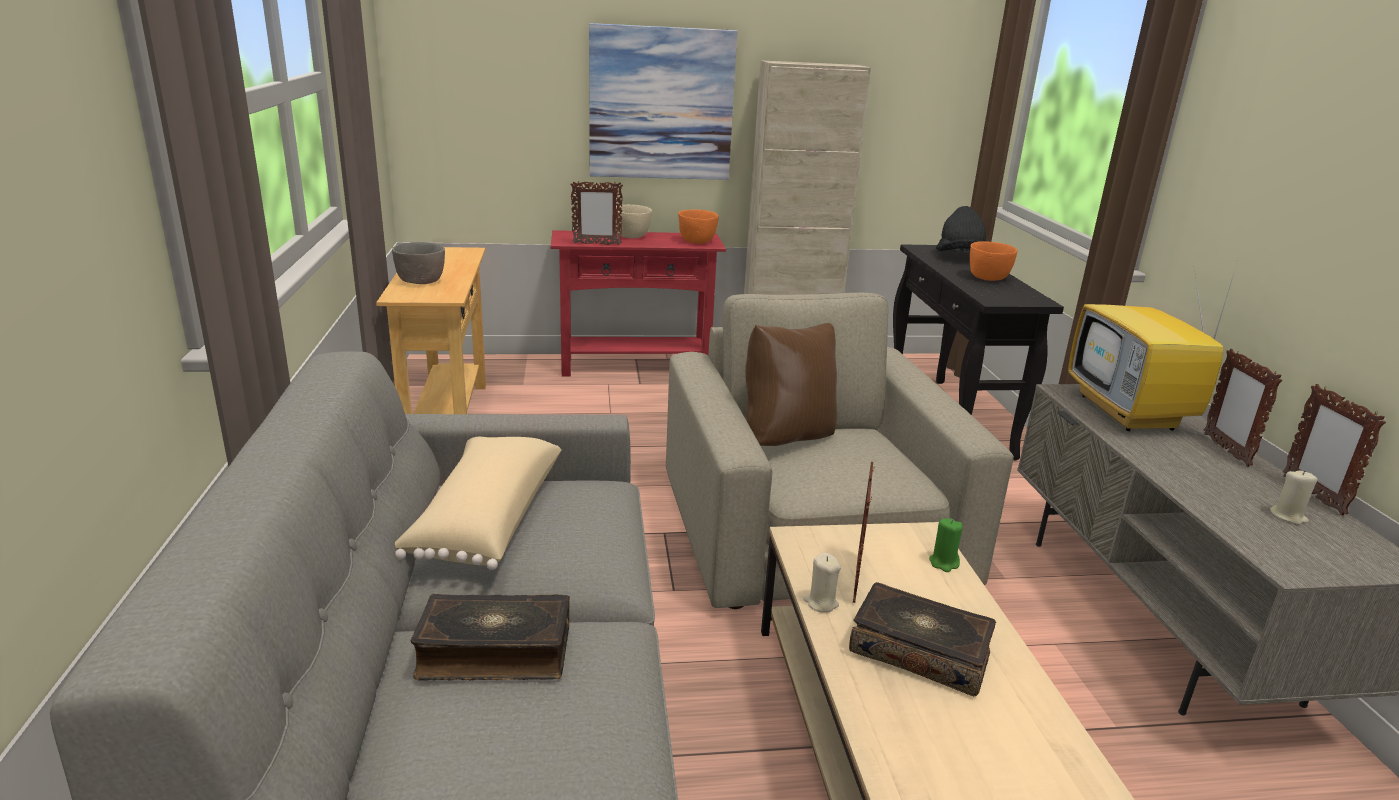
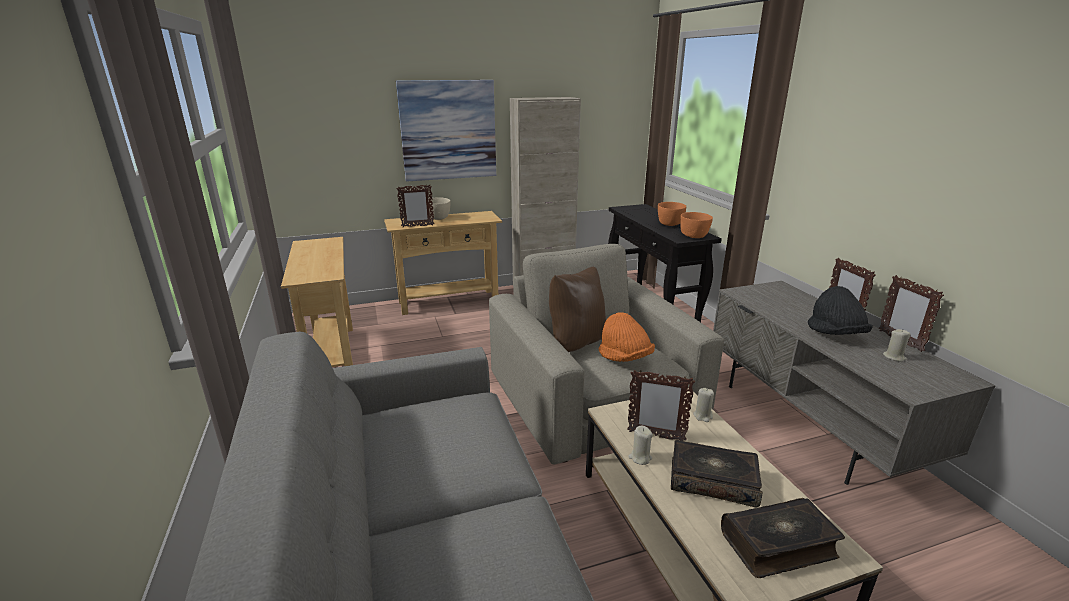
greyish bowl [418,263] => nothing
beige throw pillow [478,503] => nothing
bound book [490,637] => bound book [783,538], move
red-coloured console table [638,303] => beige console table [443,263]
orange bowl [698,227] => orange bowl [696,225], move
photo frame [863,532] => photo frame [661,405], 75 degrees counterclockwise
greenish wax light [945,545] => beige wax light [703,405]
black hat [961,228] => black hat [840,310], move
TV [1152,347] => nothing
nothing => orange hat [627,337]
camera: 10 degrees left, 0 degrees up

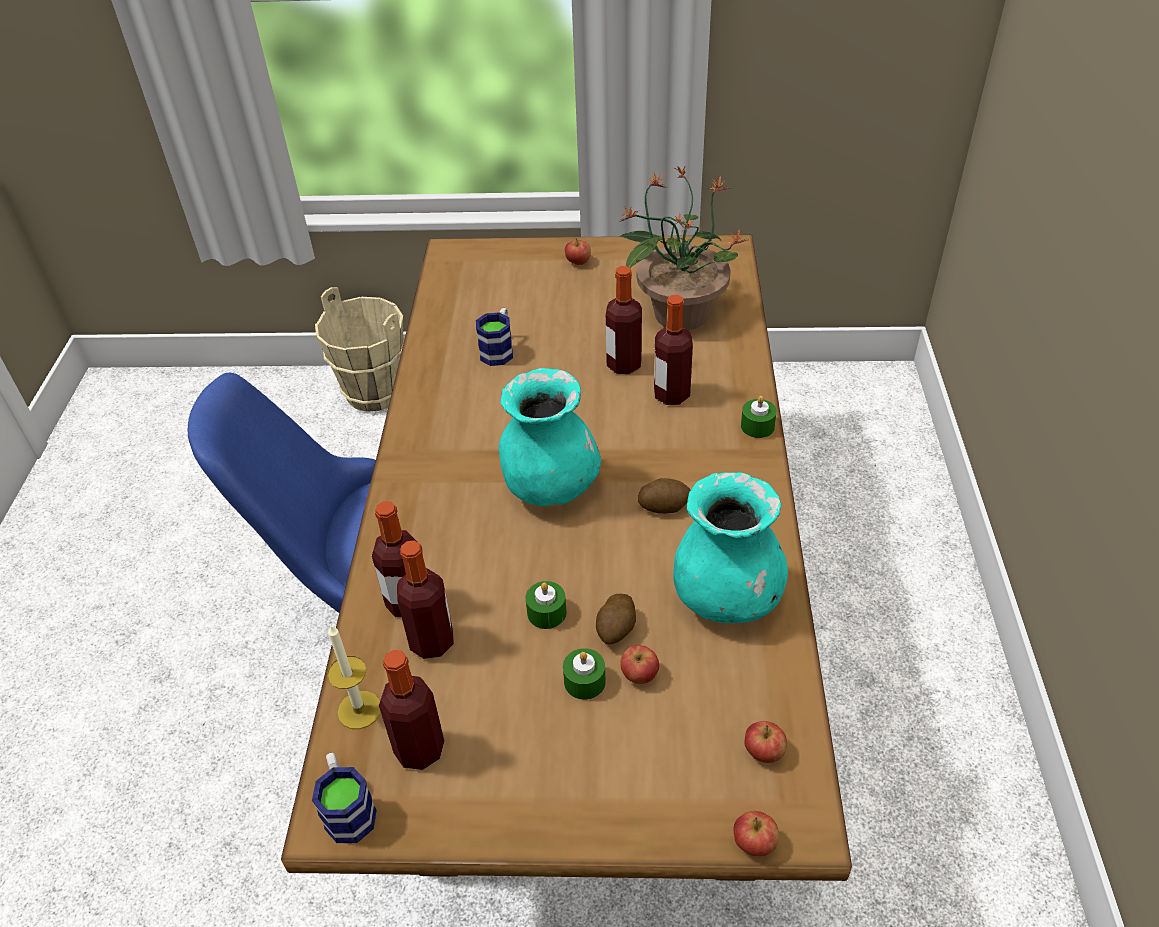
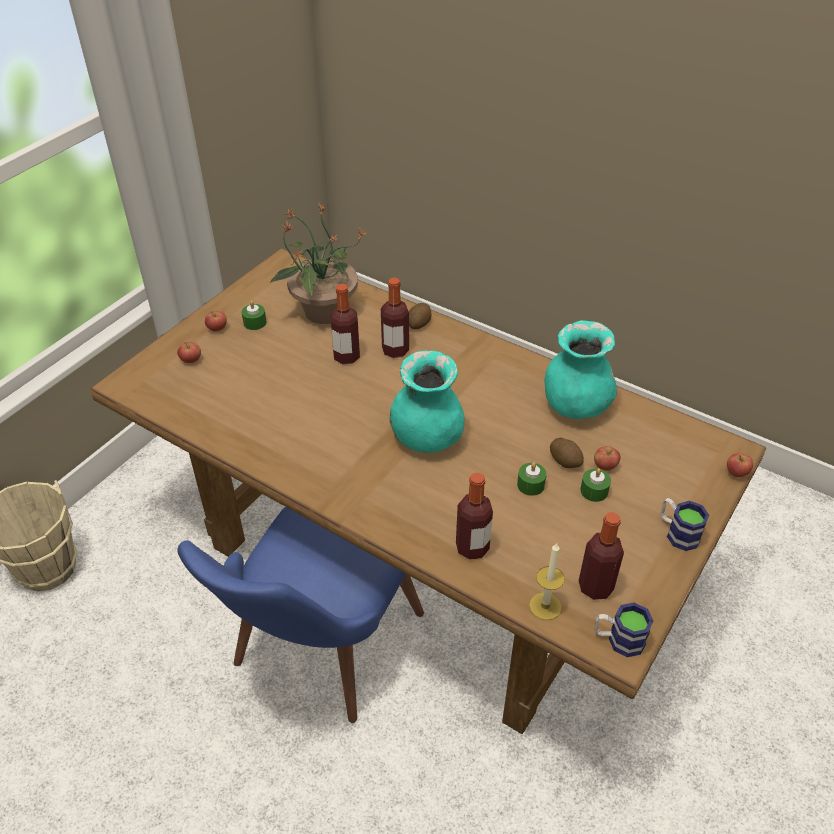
beverage bottle [425,599] => nothing
mug [494,337] => mug [685,524], move
potato [664,496] => potato [420,316], move
greenish wax light [759,417] => greenish wax light [254,315], move
apple fruit [766,742] => apple fruit [189,352], move
camera: 60 degrees left, 0 degrees up

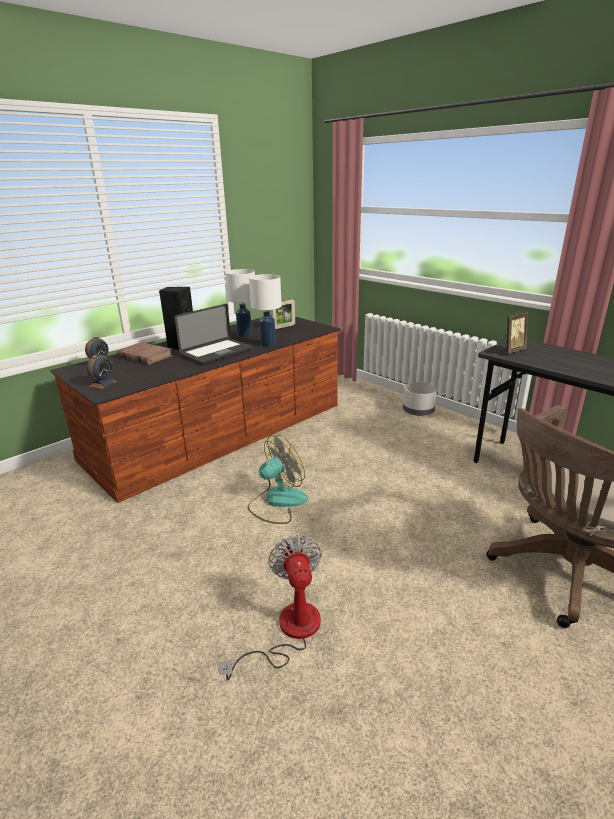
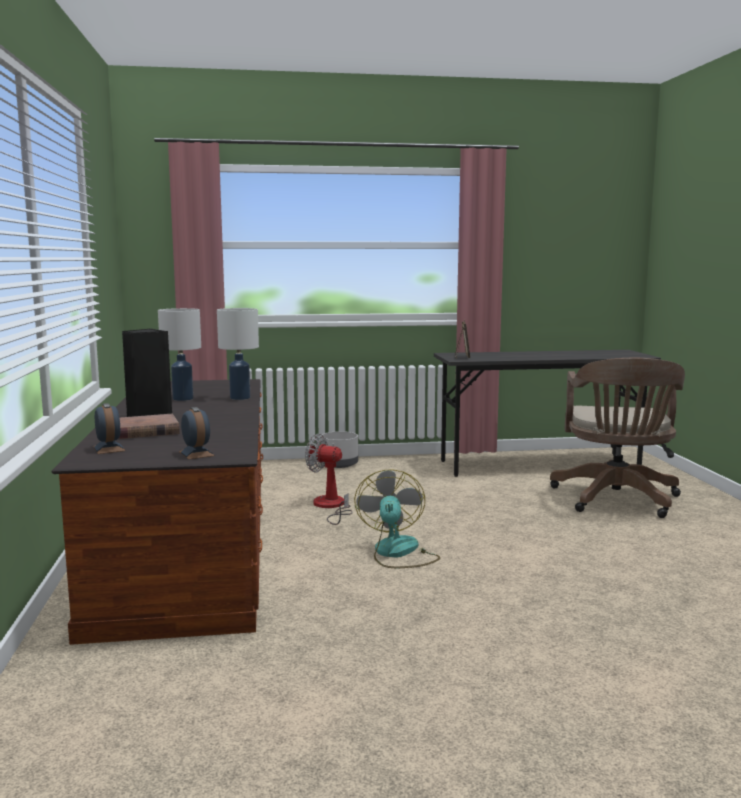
laptop [213,334] => nothing
electric fan [269,607] => electric fan [329,479], move
photo frame [283,314] => nothing
camera: 55 degrees left, 15 degrees down

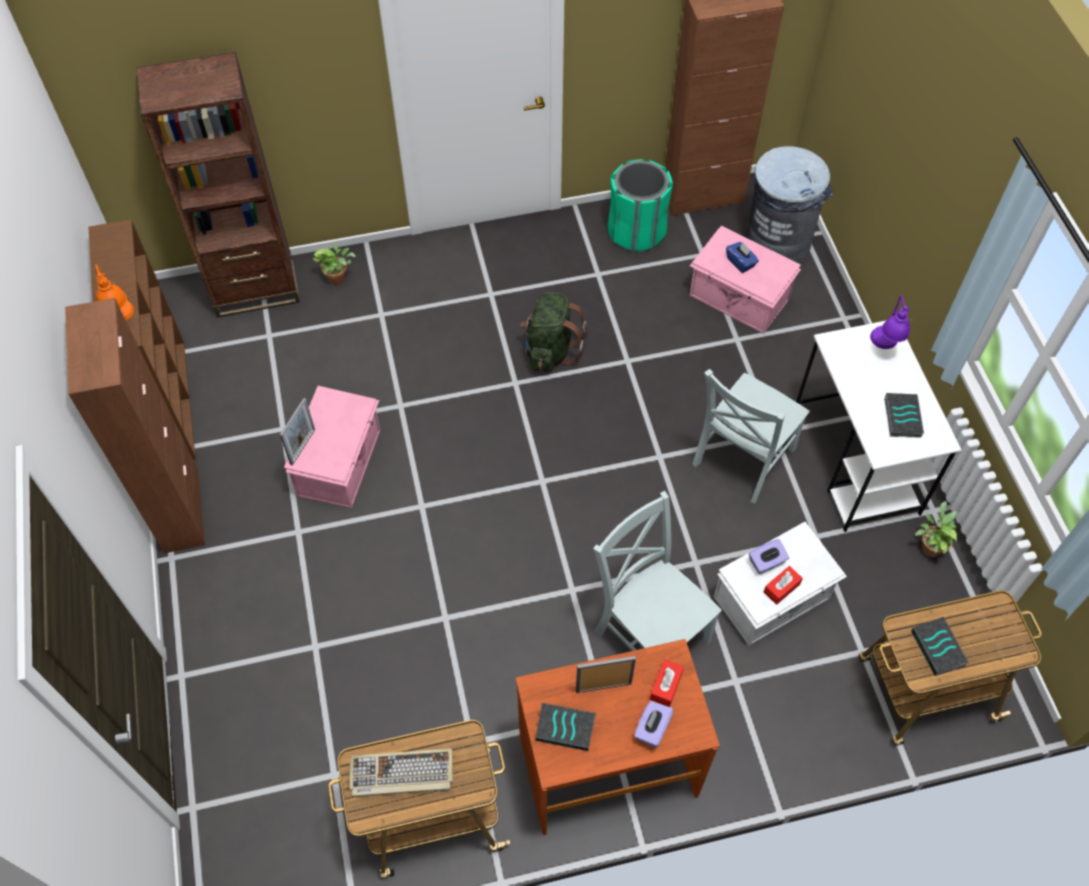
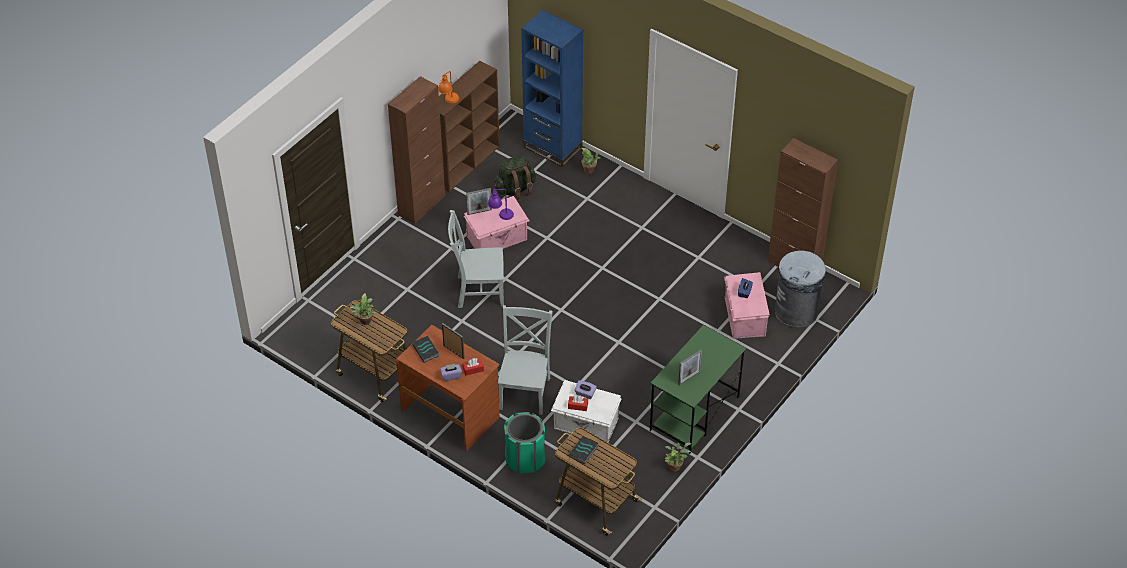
brown-coloured shelving unit [218,185] => bluish shelving unit [552,88]
keyboard [401,772] => potted plant [363,309]
greenish rucksack [554,332] => greenish rucksack [515,177], move
greenish waste bin [640,205] => greenish waste bin [524,443], move
greyish upright chair [751,436] => greyish upright chair [476,259], move
whitish desk [878,426] => greenish desk [698,389]
purplish tabletop lamp [891,322] => purplish tabletop lamp [501,204], move
bound book [904,415] => photo frame [690,367]
camera: 50 degrees right, 10 degrees down

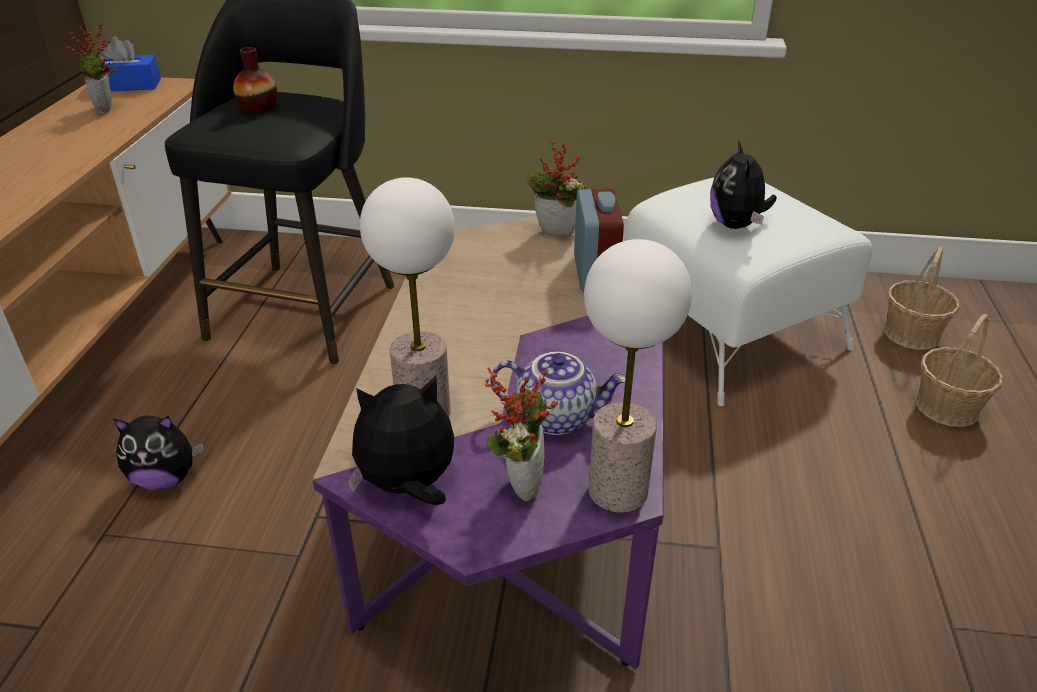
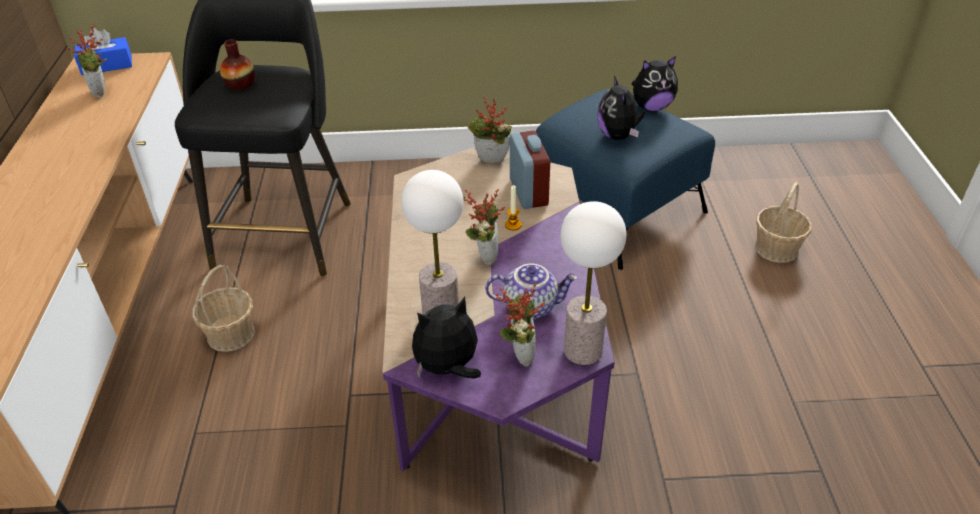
soft toy [158,452] => soft toy [655,83], move
whitish pouffe [749,291] => bluish pouffe [625,179]
household basket [921,298] => household basket [223,308], move
nothing => potted plant [484,227]
nothing => wax light [513,207]
camera: 10 degrees left, 5 degrees up

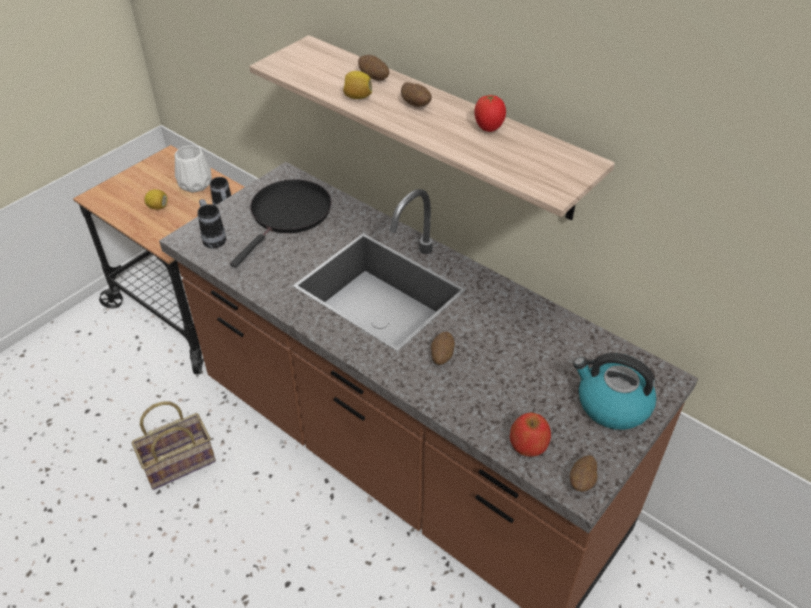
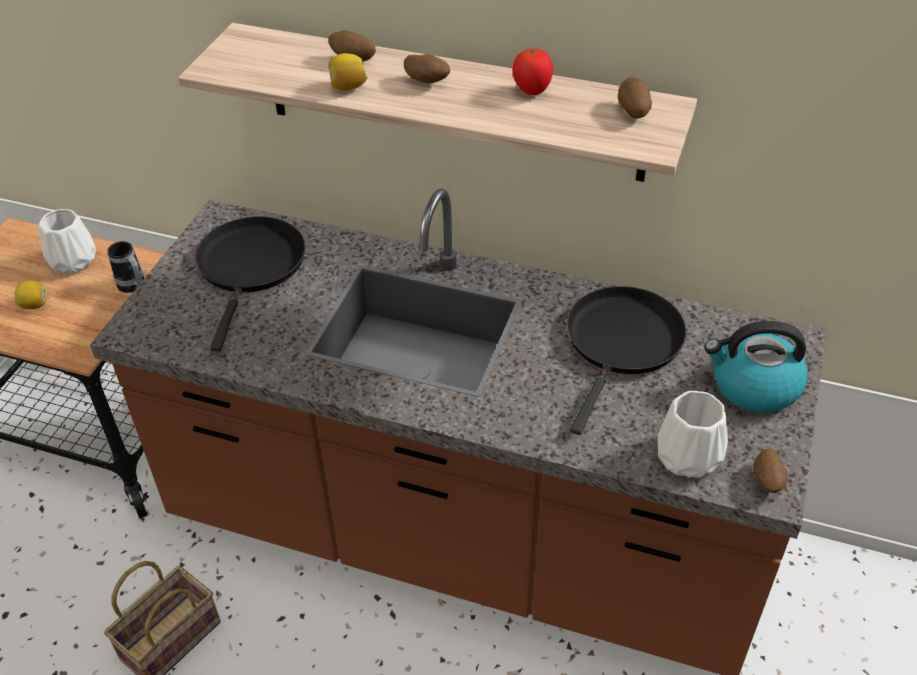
mug [212,224] => nothing
potato [443,348] => potato [635,98], move
apple fruit [530,434] => whitish decorative vase [692,434]
nothing => black pan [627,360]
camera: 20 degrees left, 0 degrees up

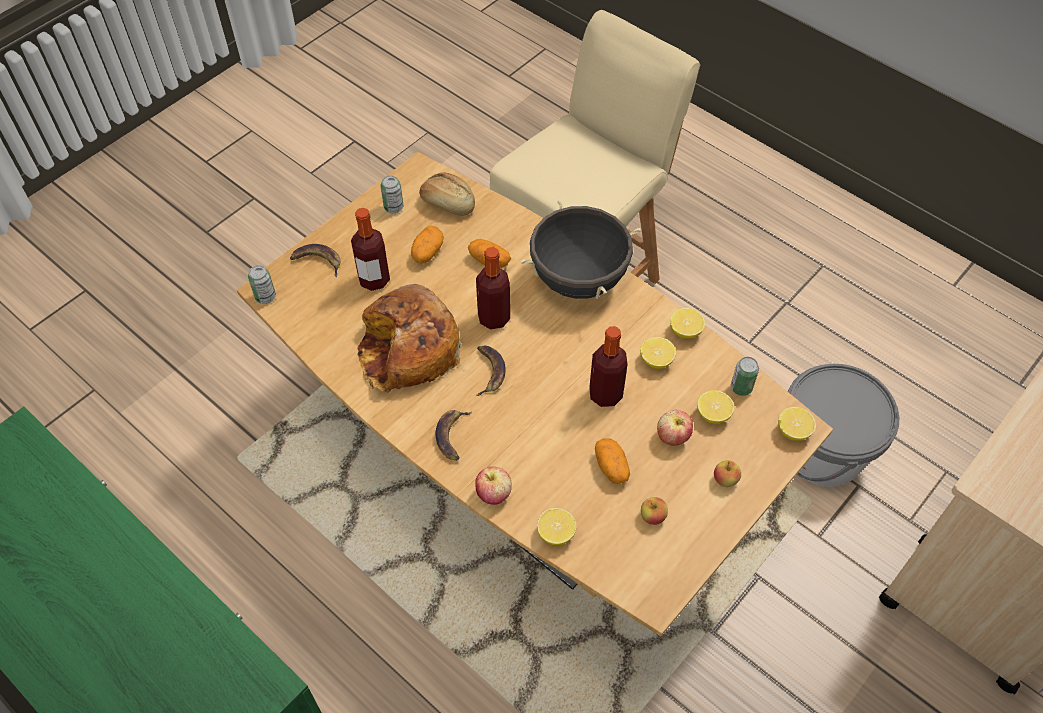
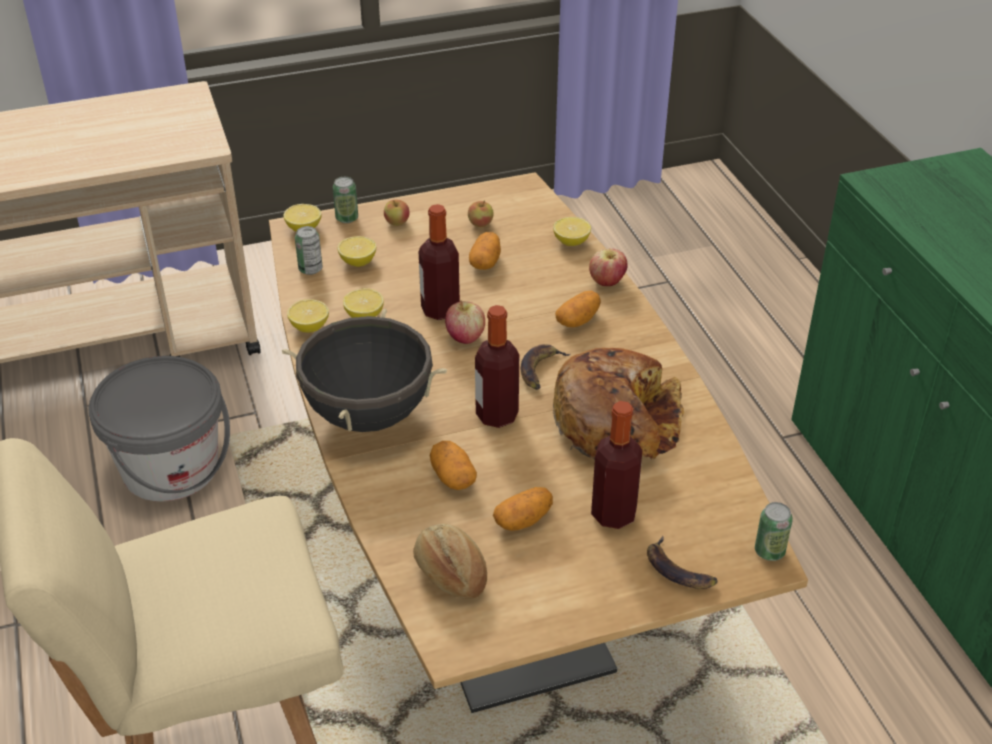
sealed can [392,194] => sealed can [345,200], move
banana fruit [453,435] => nothing
apple fruit [675,428] => apple fruit [465,322], move
nothing => potato [578,309]
camera: 150 degrees left, 15 degrees down

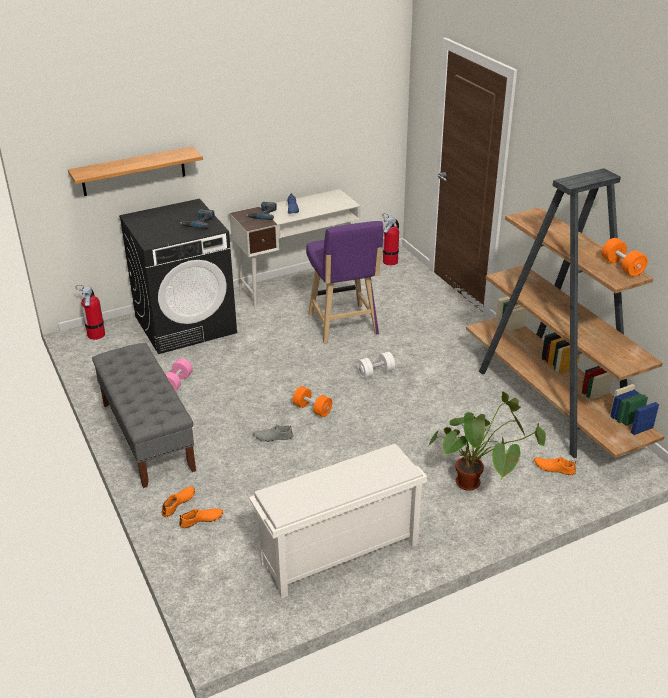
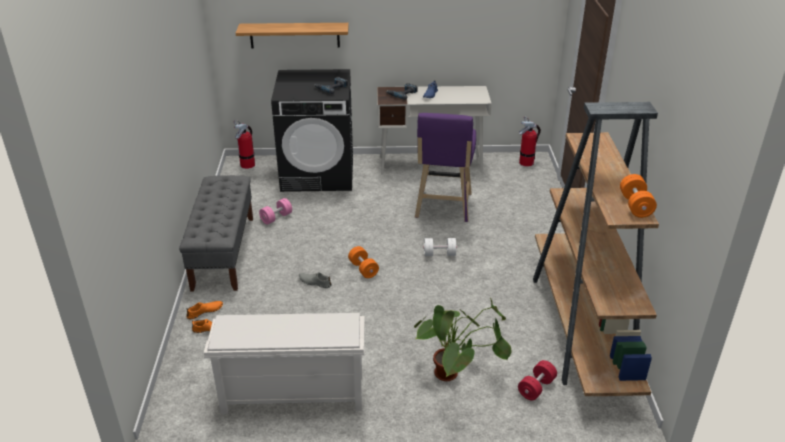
orange low shoe [555,466] => red-coloured dumbbell [537,380]
camera: 25 degrees right, 0 degrees up

